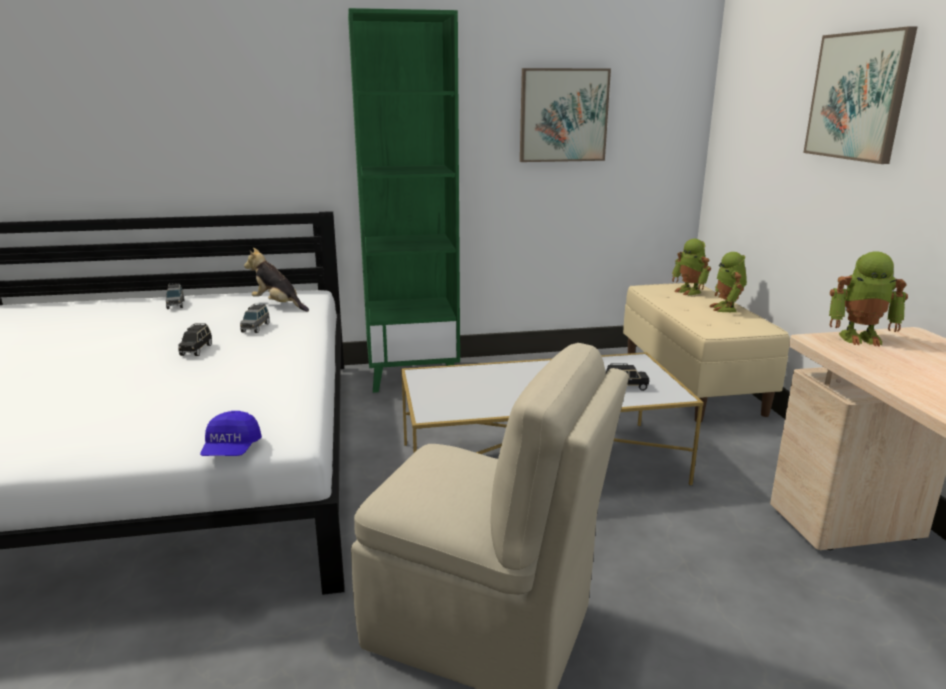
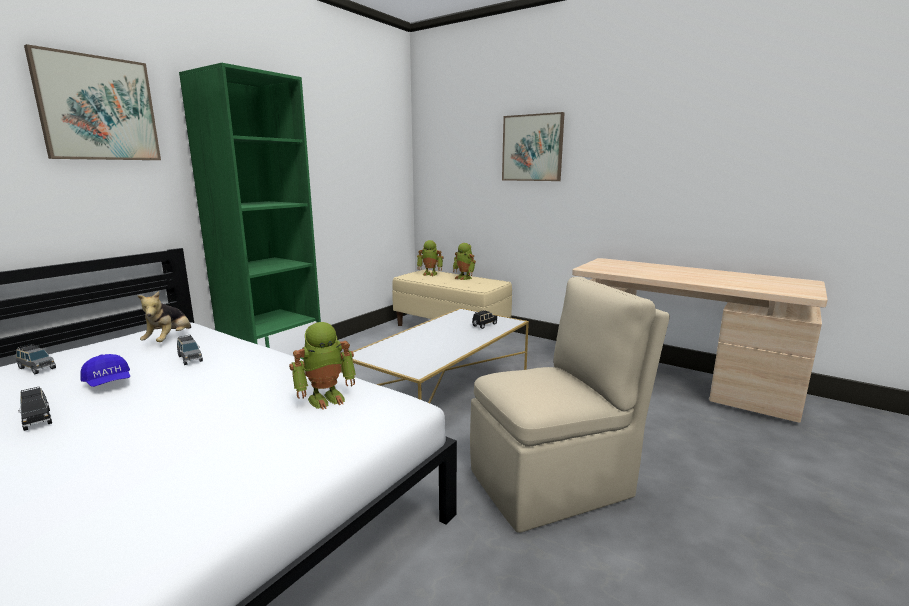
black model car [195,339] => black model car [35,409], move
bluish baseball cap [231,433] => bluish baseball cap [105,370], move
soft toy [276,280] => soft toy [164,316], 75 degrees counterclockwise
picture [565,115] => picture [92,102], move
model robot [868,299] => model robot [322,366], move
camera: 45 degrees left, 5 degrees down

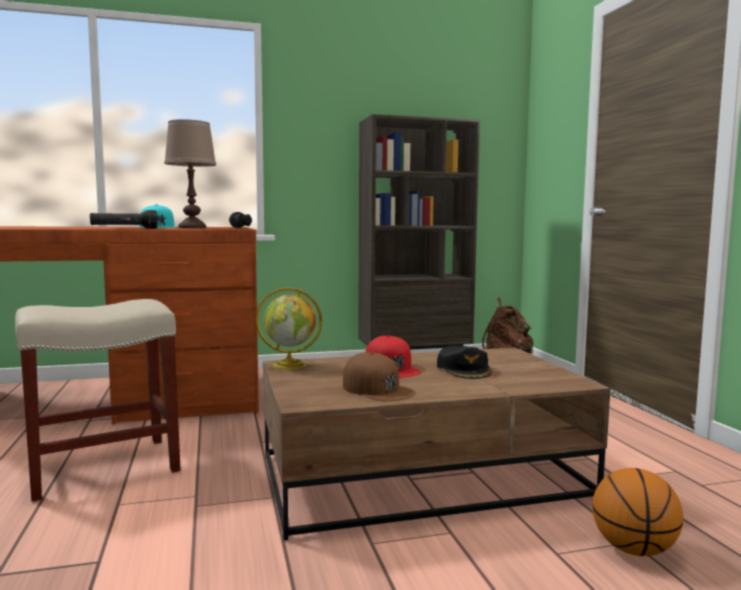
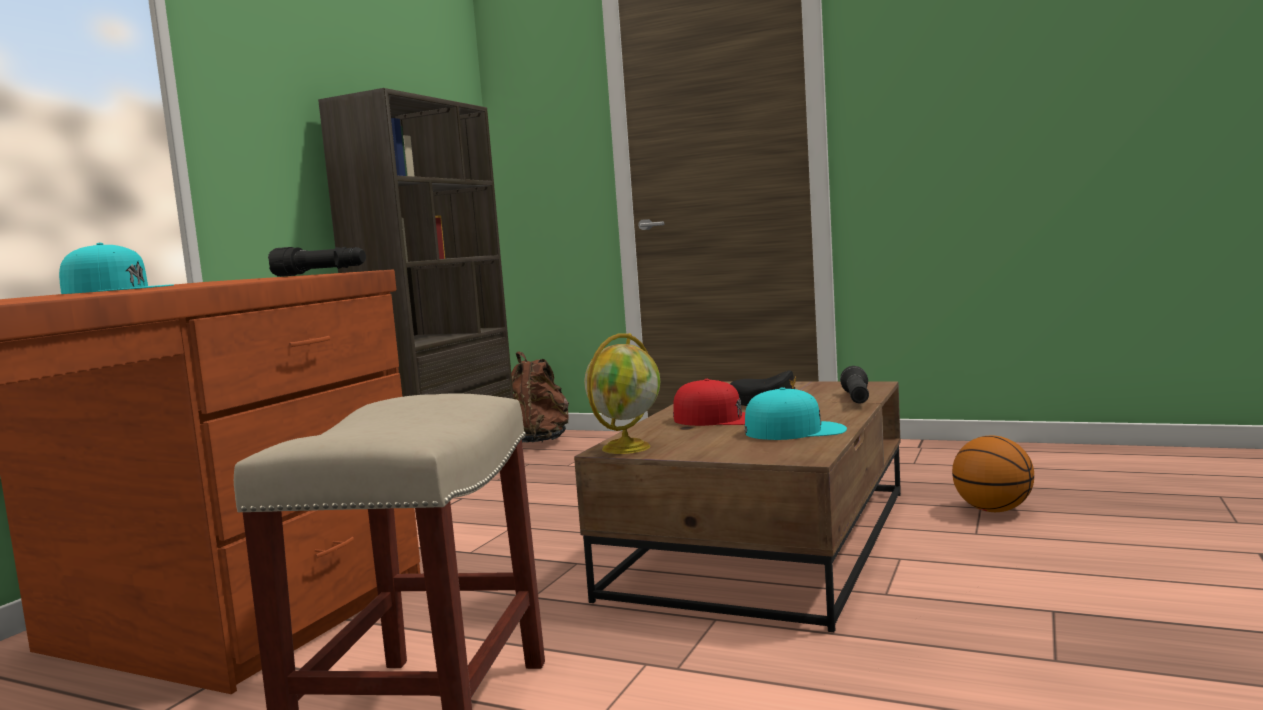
black hand torch [124,219] => black hand torch [854,385], move
brown-coloured tabletop lamp [190,173] => nothing
brown-coloured baseball cap [379,376] => blue-green baseball cap [796,413]
camera: 50 degrees left, 0 degrees up

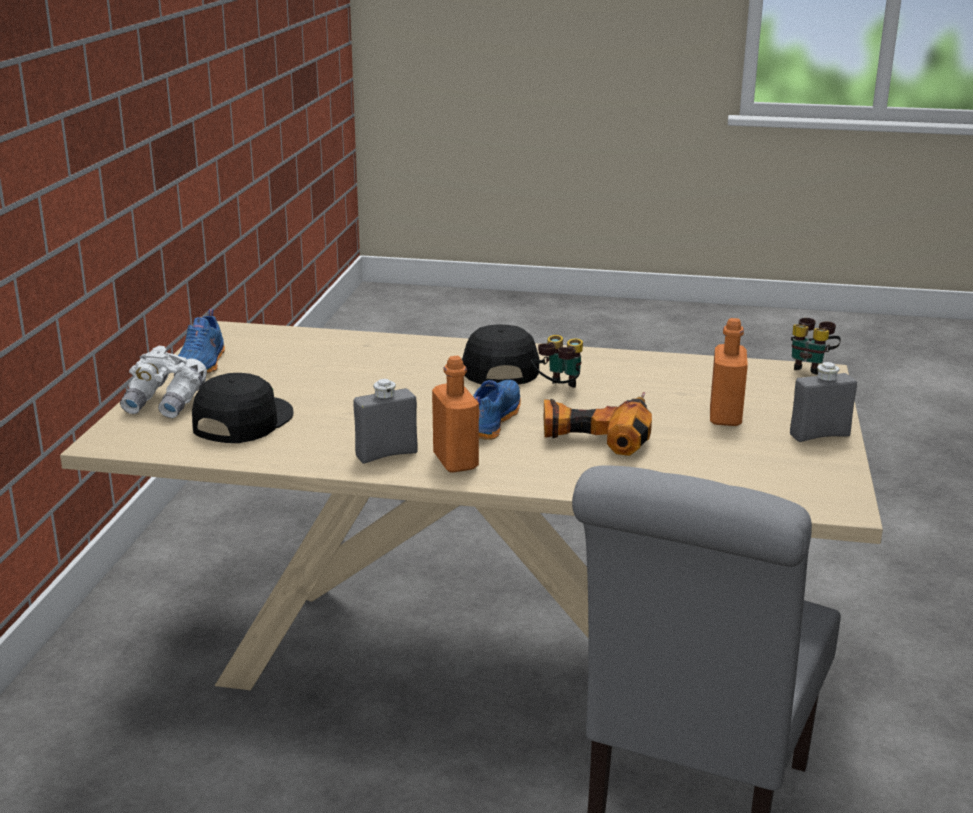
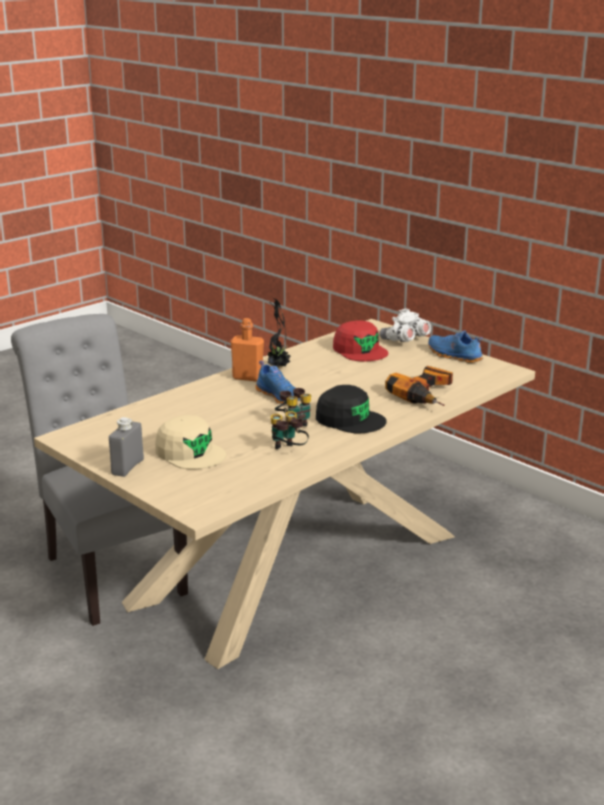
black baseball cap [243,408] => red-coloured baseball cap [360,340]
greyish beverage bottle [385,421] => potted plant [279,332]
drill [598,424] => drill [419,386], move
orange beverage bottle [729,372] => beige baseball cap [190,442]
pair of binoculars [816,346] => pair of binoculars [290,430], move
camera: 125 degrees right, 0 degrees up

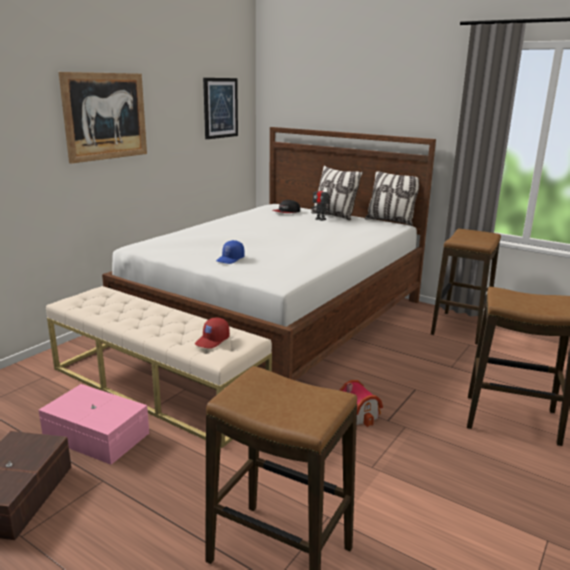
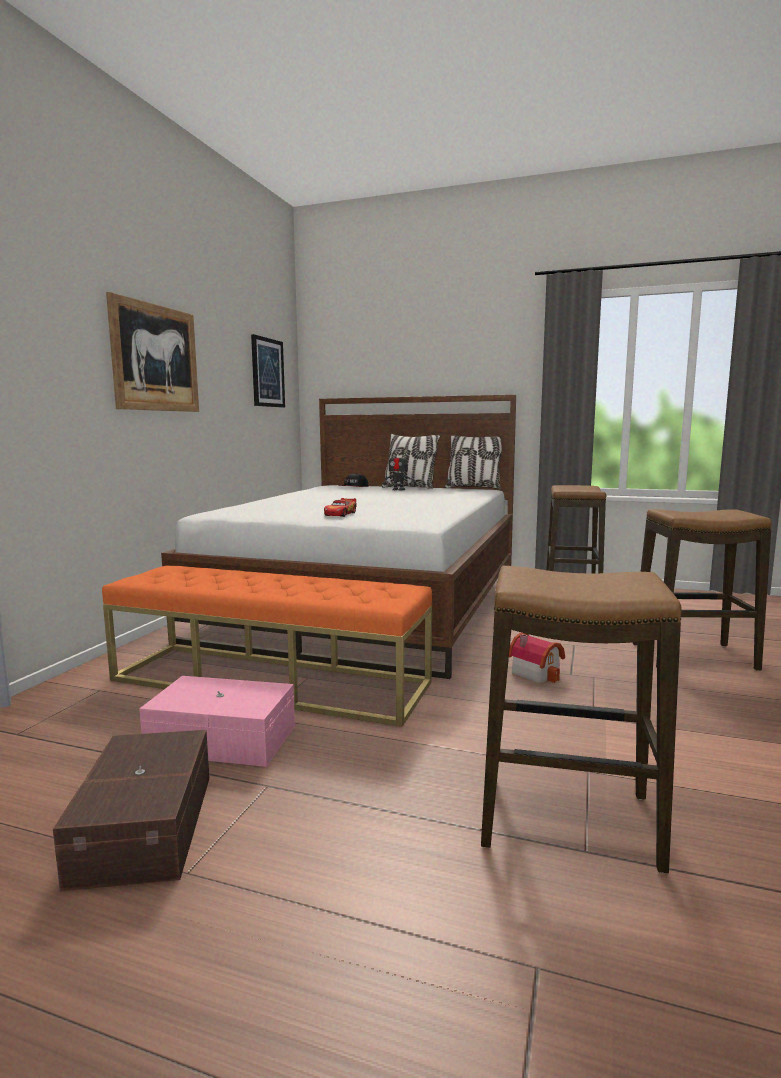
beige bench [159,367] => orange bench [267,646]
red-coloured baseball cap [212,333] => nothing
bluish baseball cap [230,252] => model car [340,507]
camera: 15 degrees left, 10 degrees down

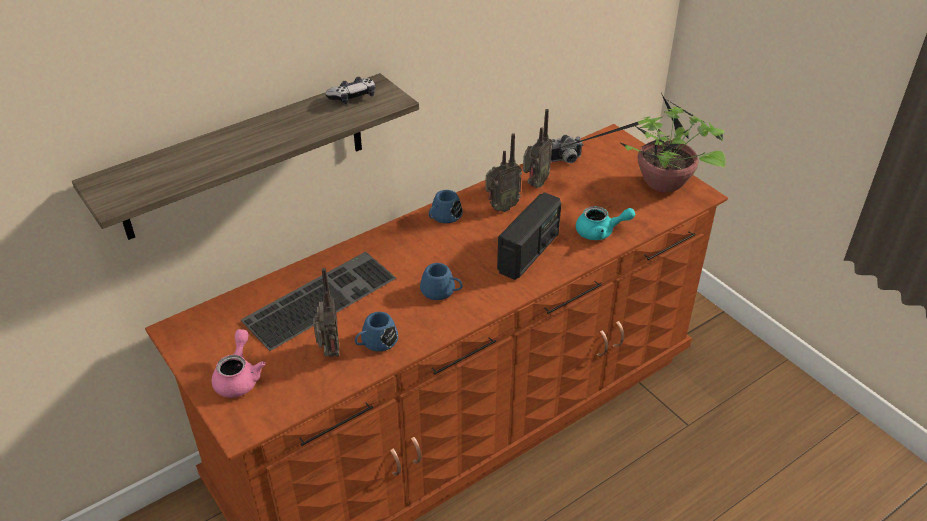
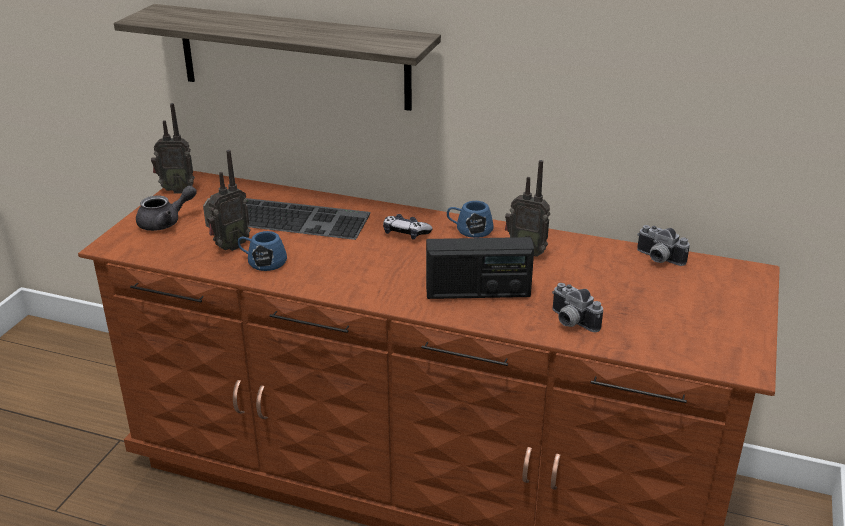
pinkish tea pot [238,363] => greyish tea pot [166,208]
joypad [350,90] => joypad [408,227], move
bluish mug [441,281] => nothing
radio [537,148] => radio [173,148], move
potted plant [640,142] => nothing
blue-green tea pot [605,223] => photo camera [577,307]
camera: 55 degrees right, 10 degrees down

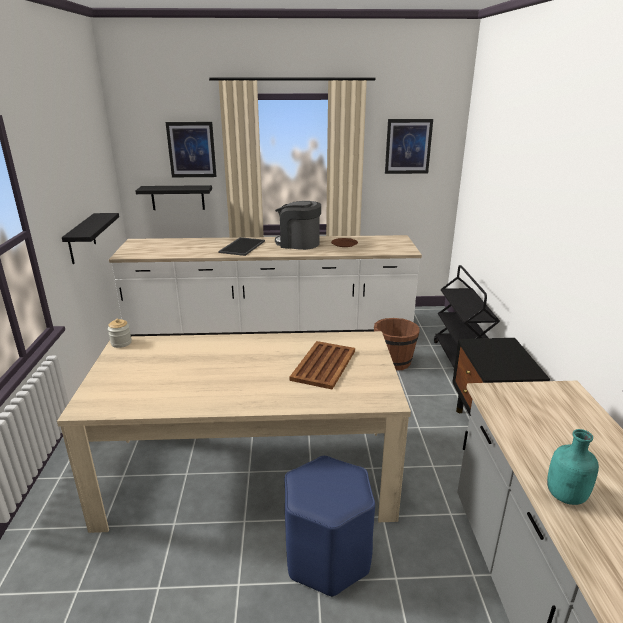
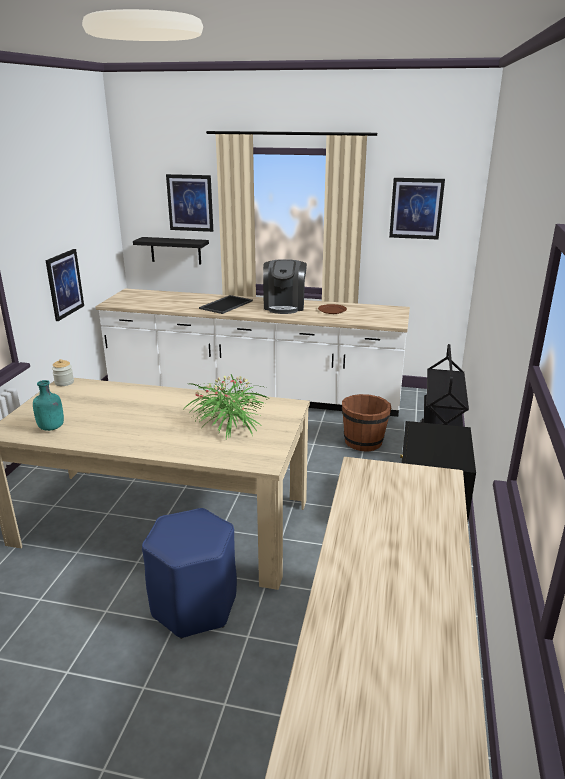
black wall shelf [90,238] => picture [65,285]
coffee maker [298,225] => coffee maker [285,286], 120 degrees counterclockwise
brown-coloured serving tray [322,365] => potted plant [225,406]
blue-green beverage bottle [573,467] => blue-green beverage bottle [48,405], move
camera: 15 degrees right, 0 degrees up

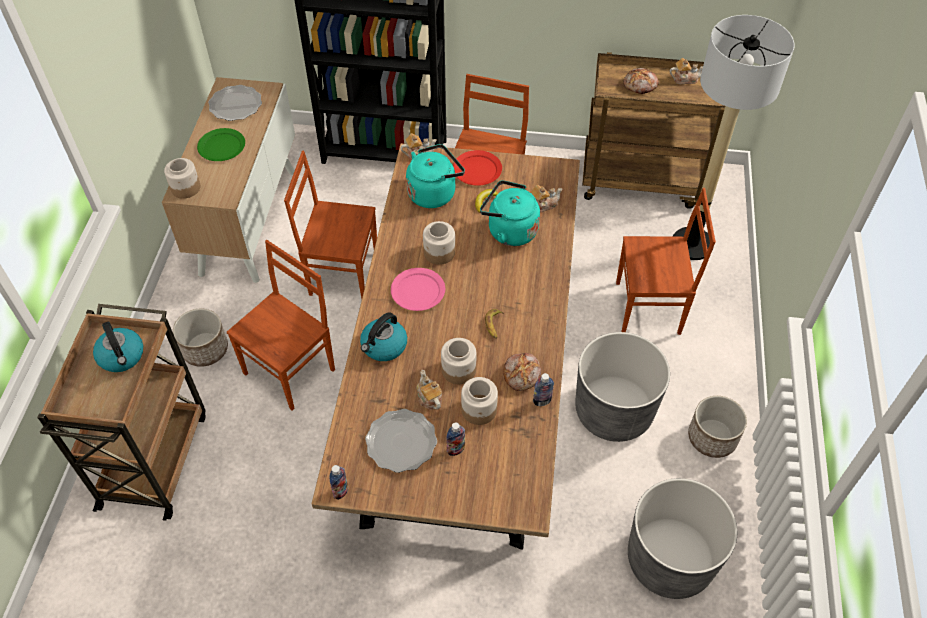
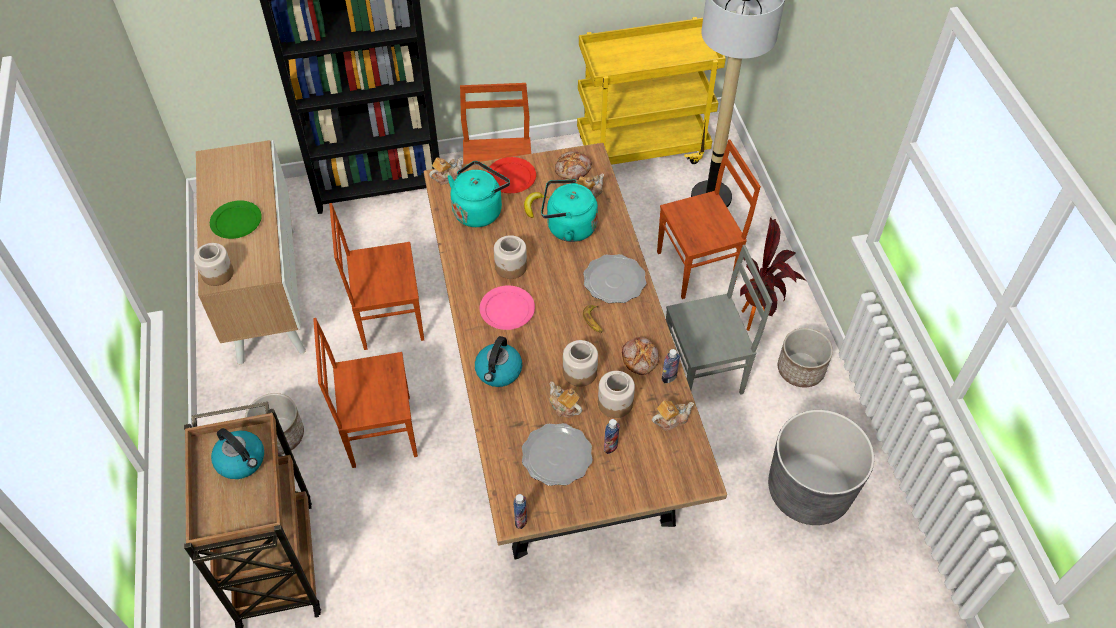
plate [235,103] => plate [614,278], move
brown-coloured upright chair [281,325] => brown-coloured upright chair [365,393], 120 degrees counterclockwise
greyish flower pot [622,387] => greyish upright chair [719,320]
brown-coloured wheeled cart [653,130] => yellowish wheeled cart [651,91]
bakery bread [641,81] => bakery bread [573,165], move
tea pot [686,71] => tea pot [673,415], move
nothing => potted plant [773,274]
camera: 20 degrees left, 0 degrees up

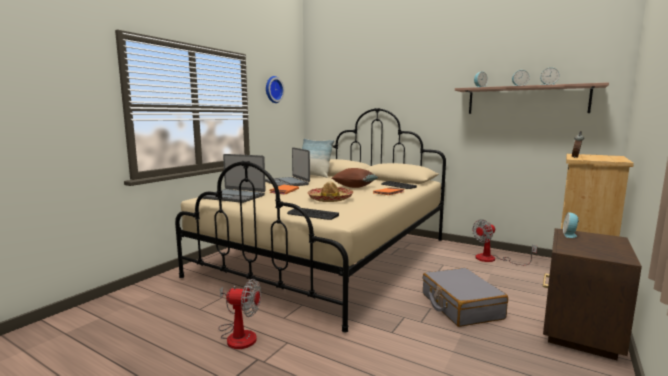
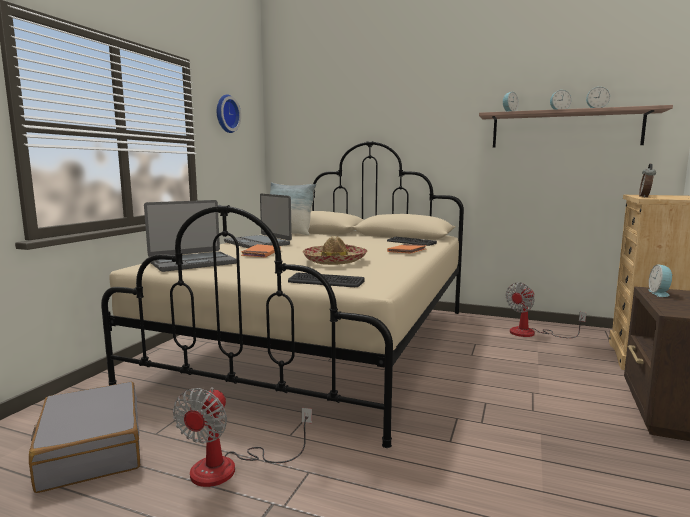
laptop [234,178] => laptop [190,236], 45 degrees counterclockwise
electric fan [239,314] => electric fan [242,437], 105 degrees clockwise
brown-coloured throw pillow [355,178] => nothing
greyish travel case [465,297] => greyish travel case [84,437], move
camera: 10 degrees left, 0 degrees up

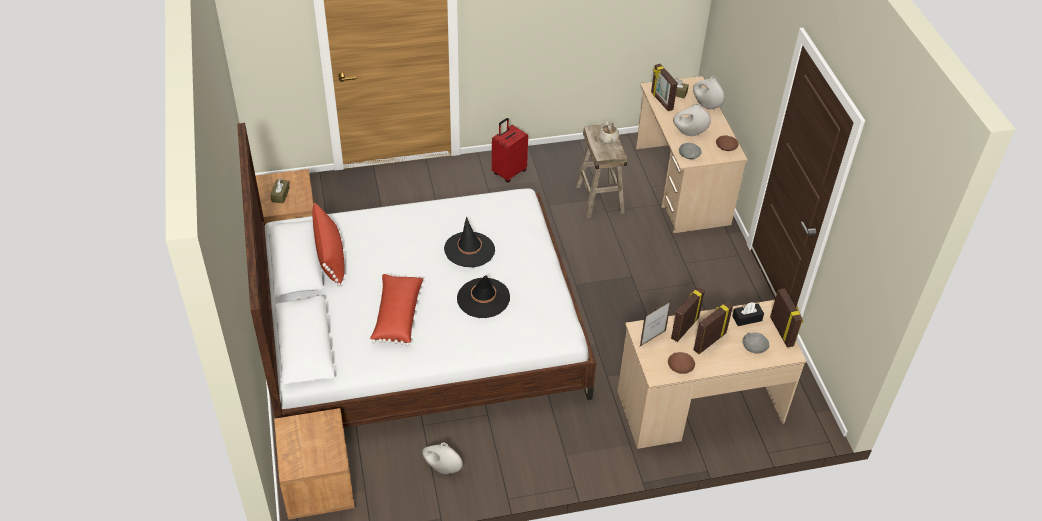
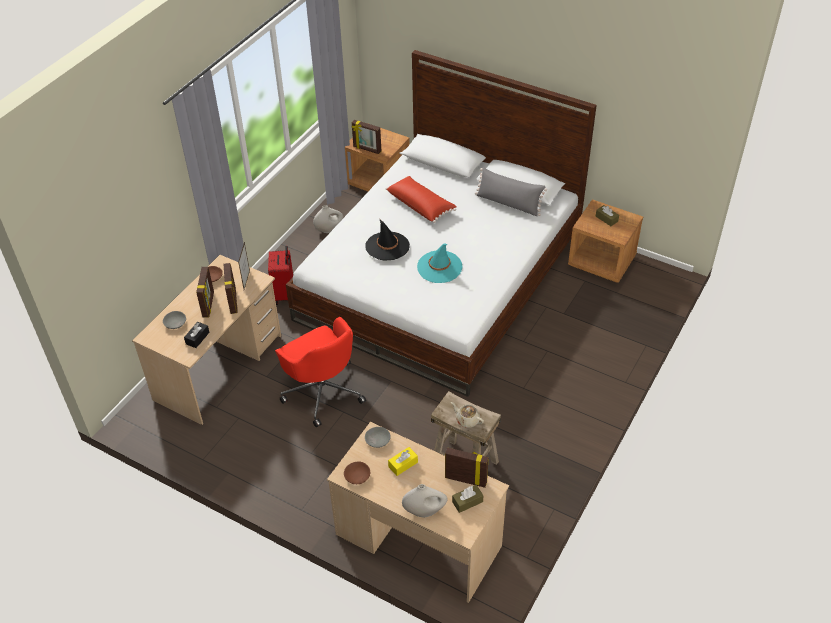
red-coloured throw pillow [329,244] => greyish throw pillow [511,191]
black hat [469,242] => blue-green hat [439,263]
red-coloured travel case [510,150] => red-coloured travel case [280,275], move
whitish decorative vase [692,119] => yellowish box of tissues [403,461]
photo frame [786,318] => photo frame [366,137], move
nothing => red-coloured desk chair [320,372]
camera: 135 degrees right, 0 degrees up

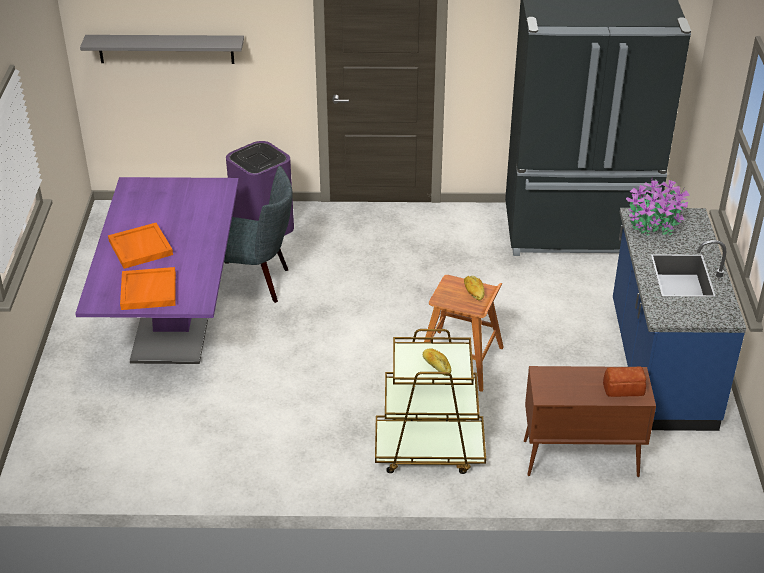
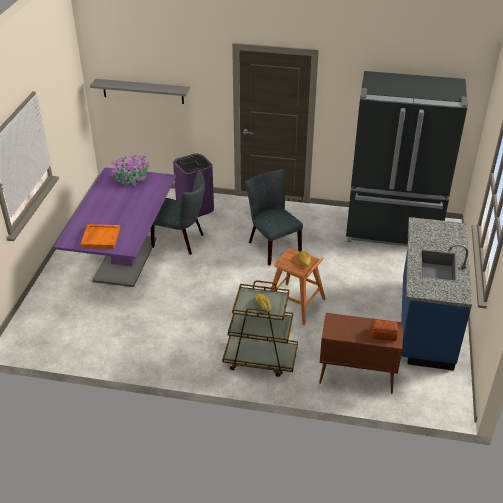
orange serving tray [140,246] => nothing
potted plant [658,207] => potted plant [130,169], move
nothing => greyish upright chair [274,217]
camera: 10 degrees right, 0 degrees up

